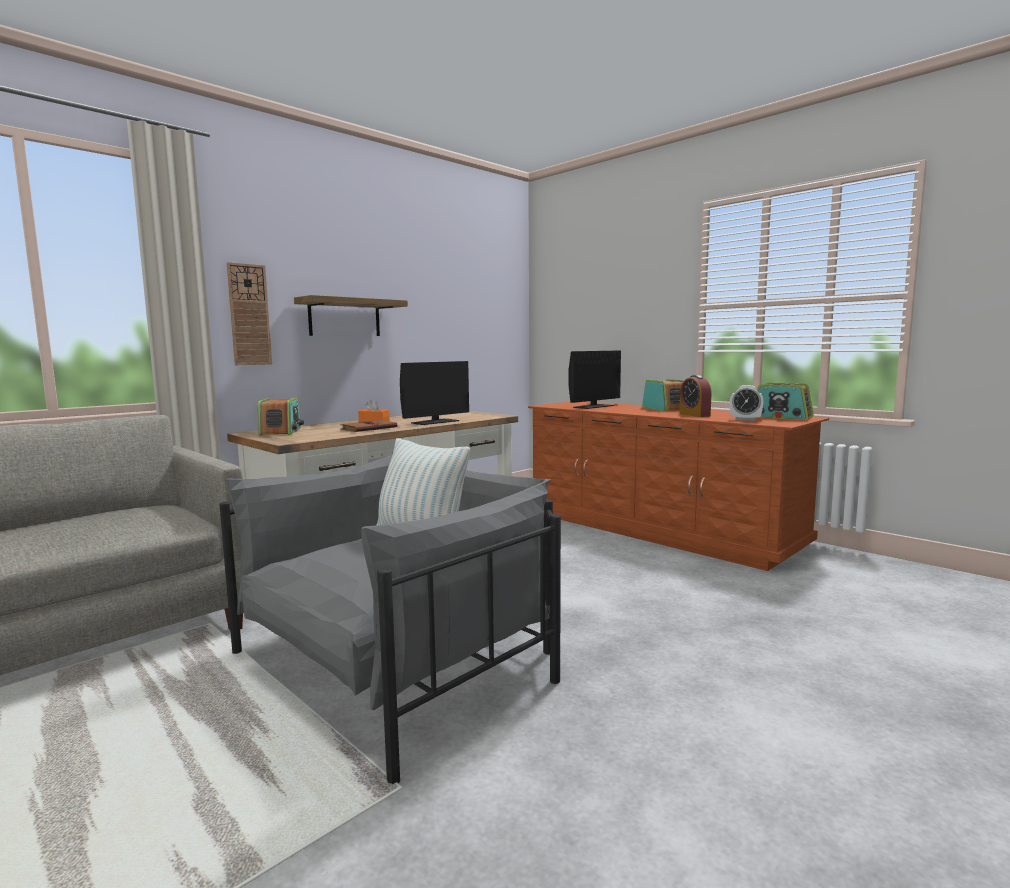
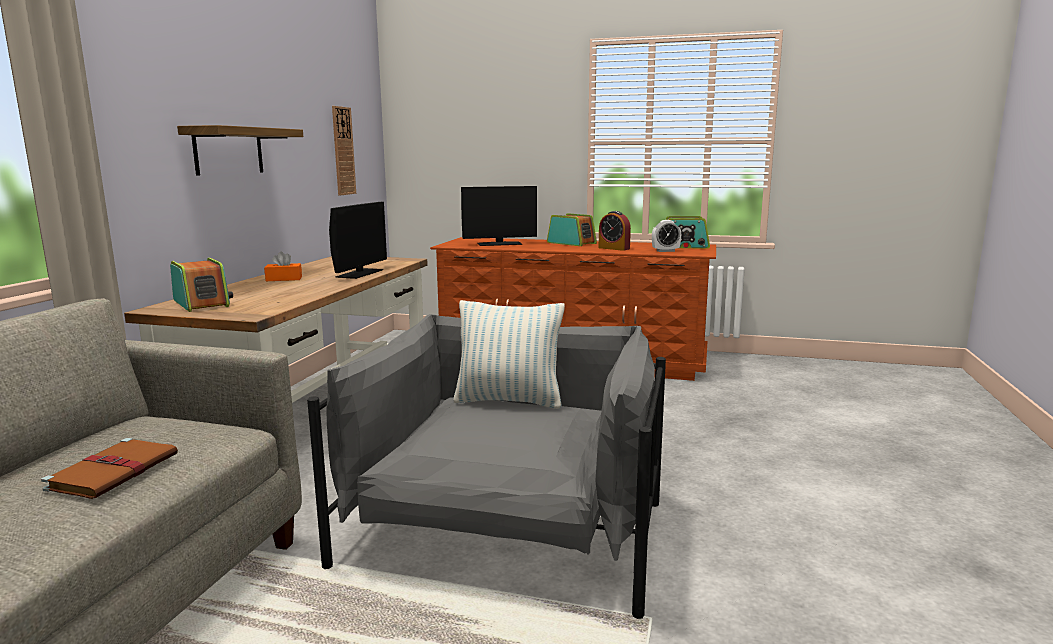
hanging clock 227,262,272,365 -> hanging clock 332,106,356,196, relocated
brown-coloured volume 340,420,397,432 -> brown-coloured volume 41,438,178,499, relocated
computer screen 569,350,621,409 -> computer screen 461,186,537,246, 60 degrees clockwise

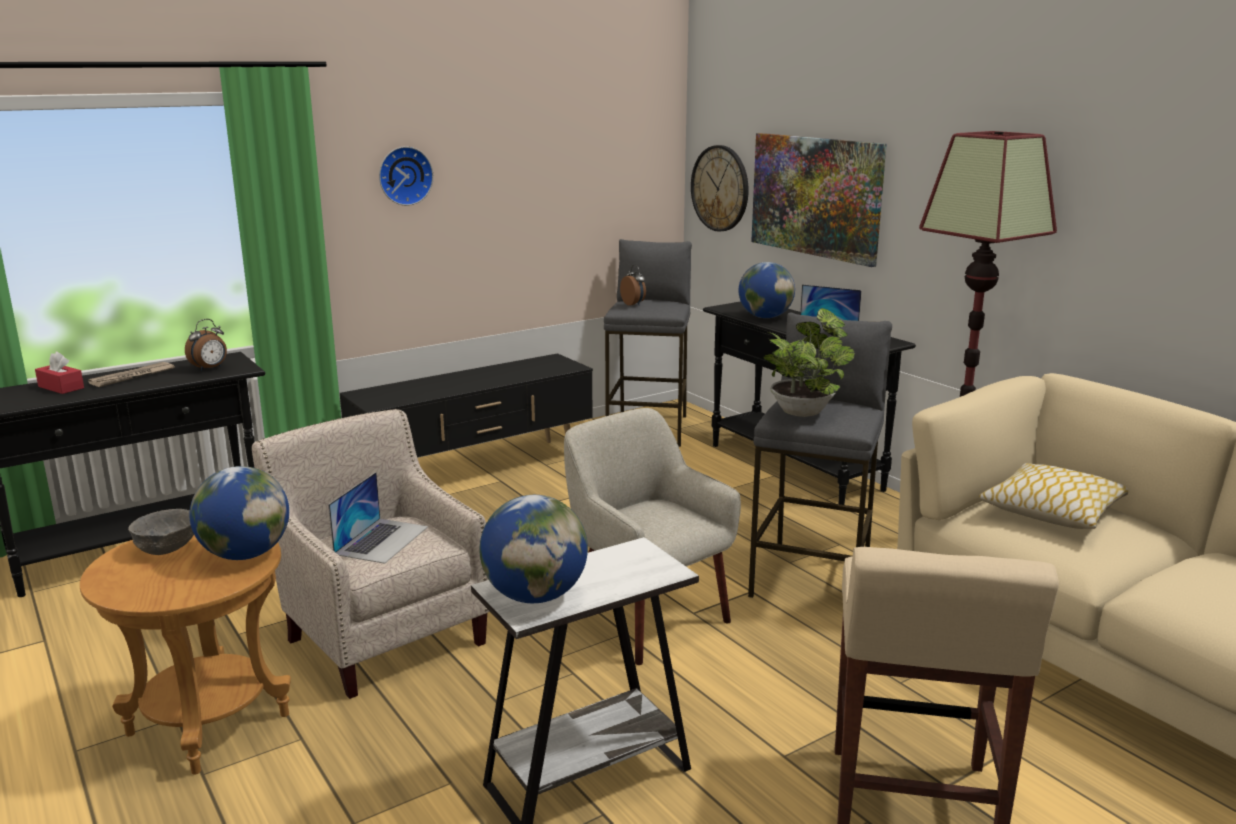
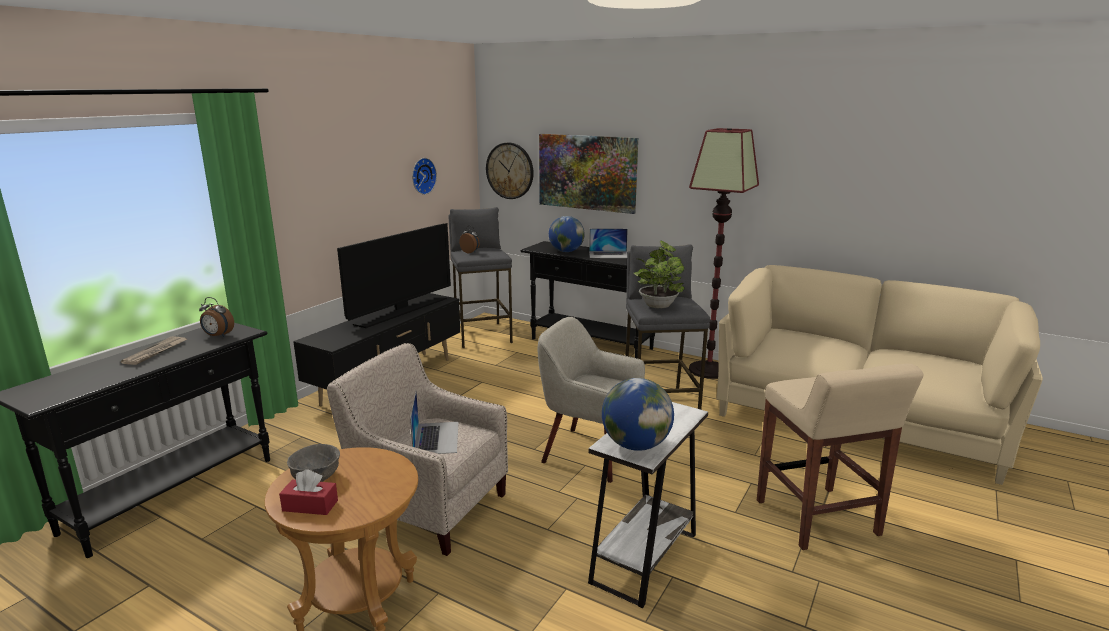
world globe 190,466,289,560 -> none
throw pillow 979,463,1128,529 -> none
none -> TV set 337,223,451,328
red box of tissues 35,352,84,394 -> red box of tissues 279,469,338,515, relocated
hanging clock 379,146,434,206 -> hanging clock 412,158,437,195, relocated
table clock 185,319,227,371 -> table clock 199,297,234,337, 90 degrees clockwise

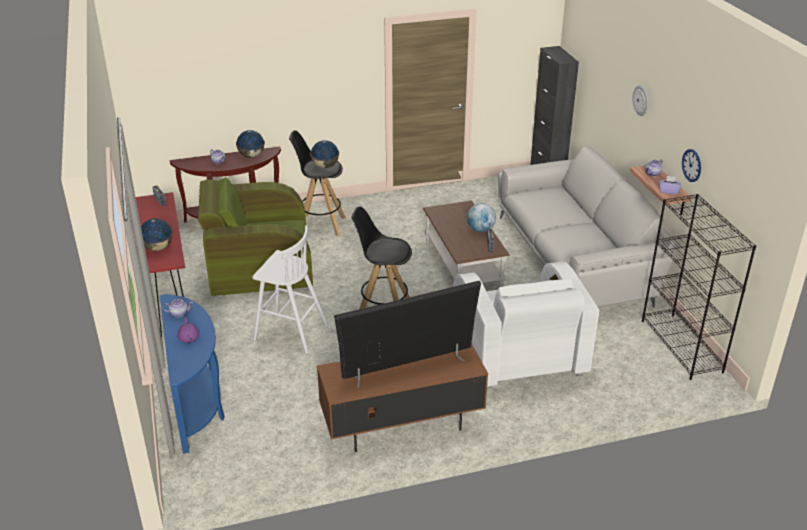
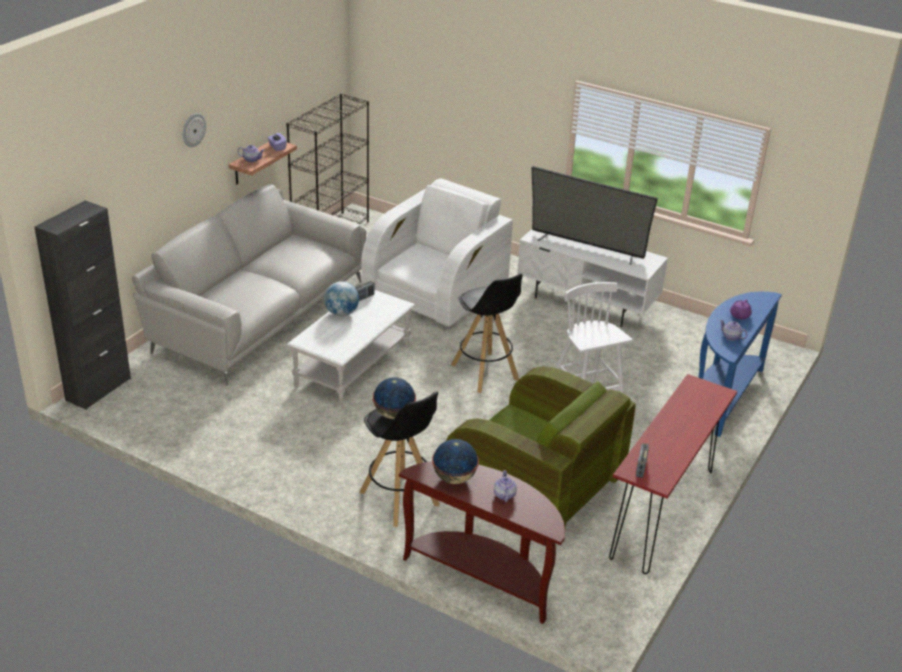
world globe 141,218,173,251 -> none
hanging clock 682,149,701,182 -> none
brown-coloured media console 317,343,488,452 -> white-coloured media console 517,229,668,327
brown-coloured lounge table 423,201,510,287 -> white-coloured lounge table 287,290,415,406

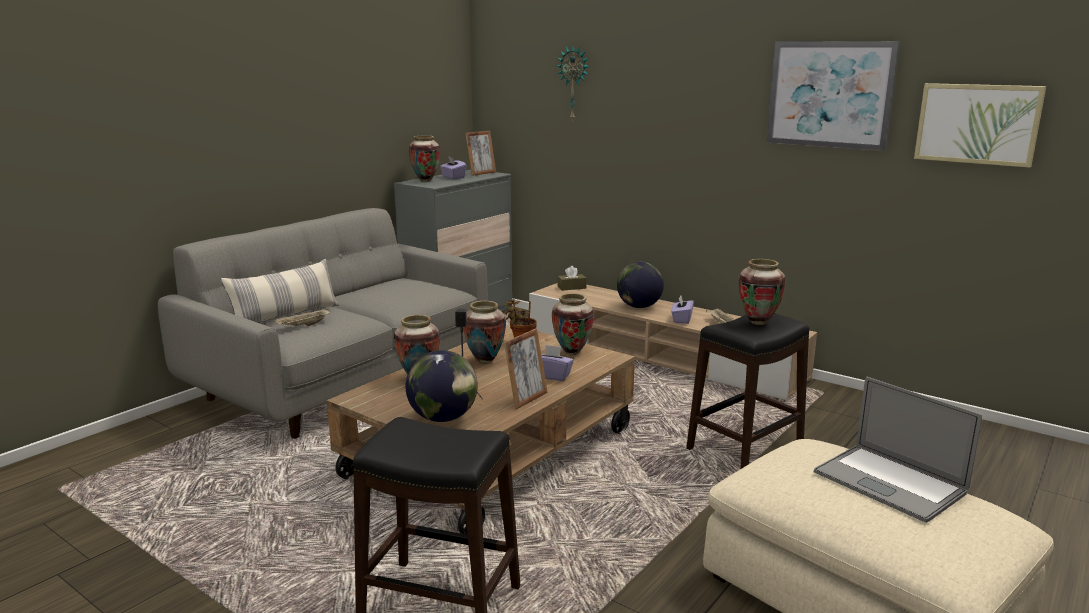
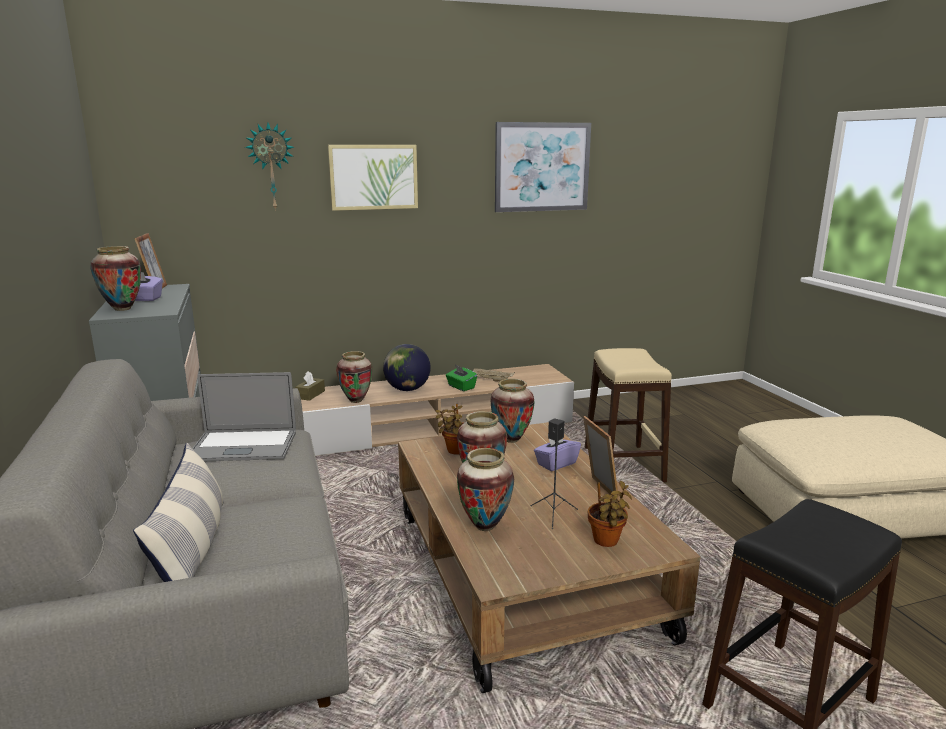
beige-coloured tray 274,308,331,326 -> none
decorative vase 739,259,786,325 -> decorative vase 336,351,372,403, relocated
portable computer 814,377,982,523 -> portable computer 192,372,296,461, relocated
wall art 914,83,1046,168 -> wall art 328,145,418,211, relocated
world globe 405,350,478,422 -> houseplant 588,481,632,547
purple box of tissues 671,296,694,324 -> green box of tissues 446,365,477,391
black sitting stool 686,313,809,469 -> beige-coloured sitting stool 585,348,672,482

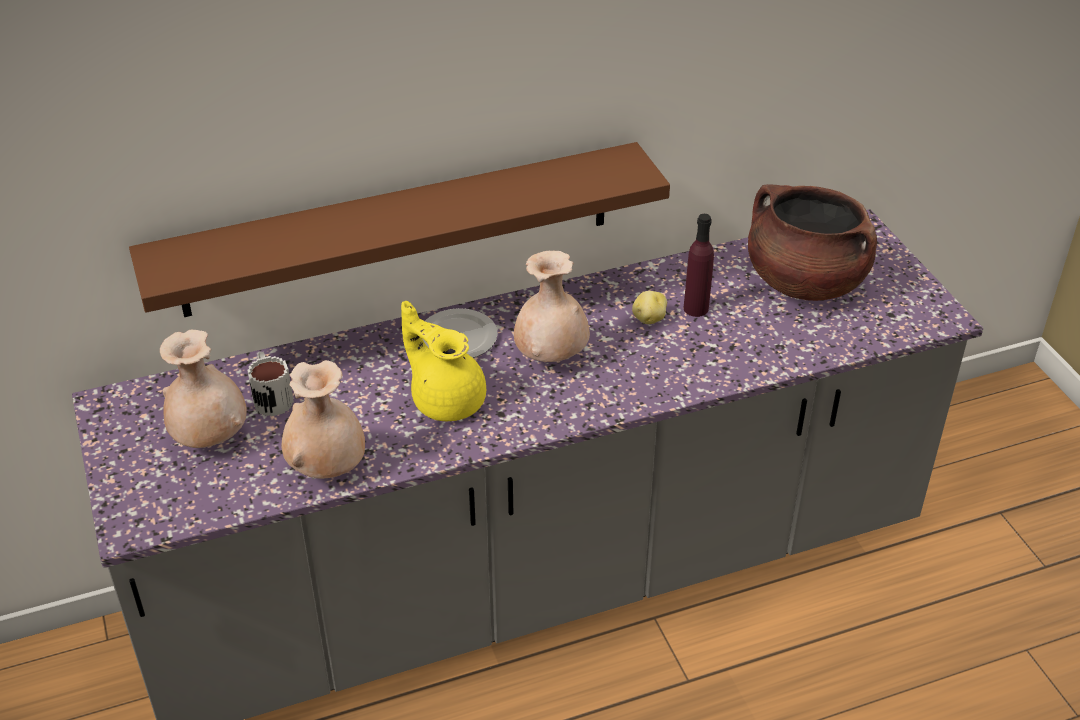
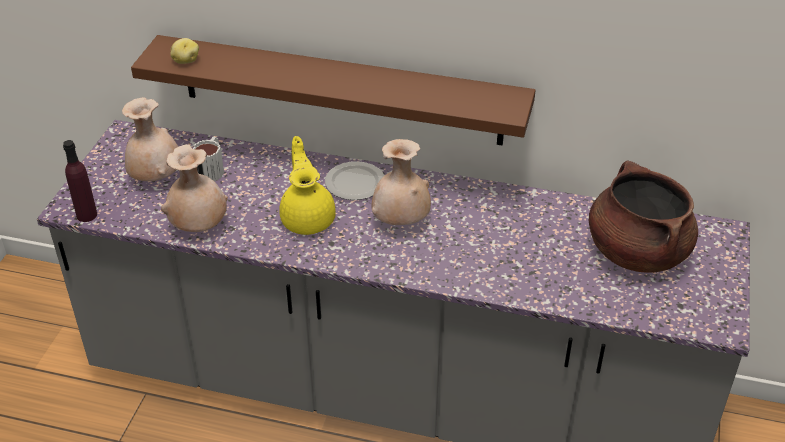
potato 632,291,667,324 -> potato 170,38,199,64, relocated
purple bottle 683,214,714,317 -> purple bottle 63,140,97,222, relocated

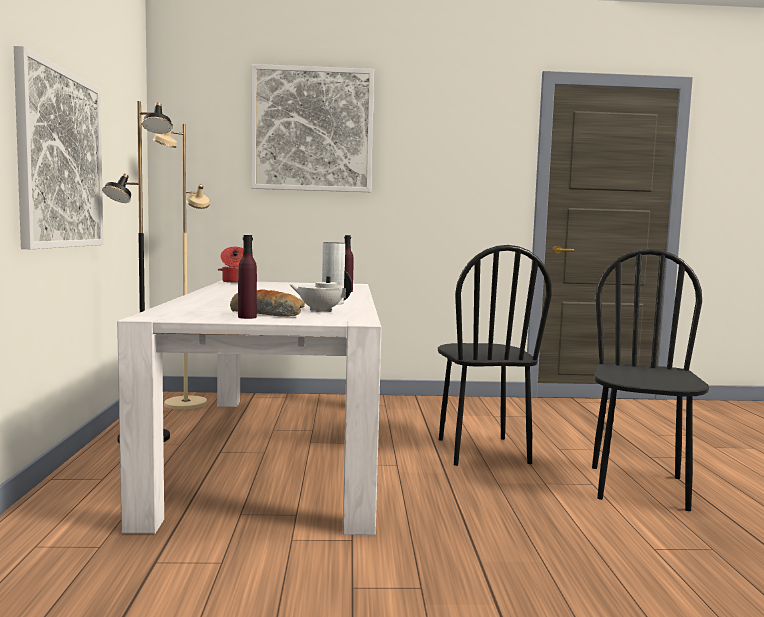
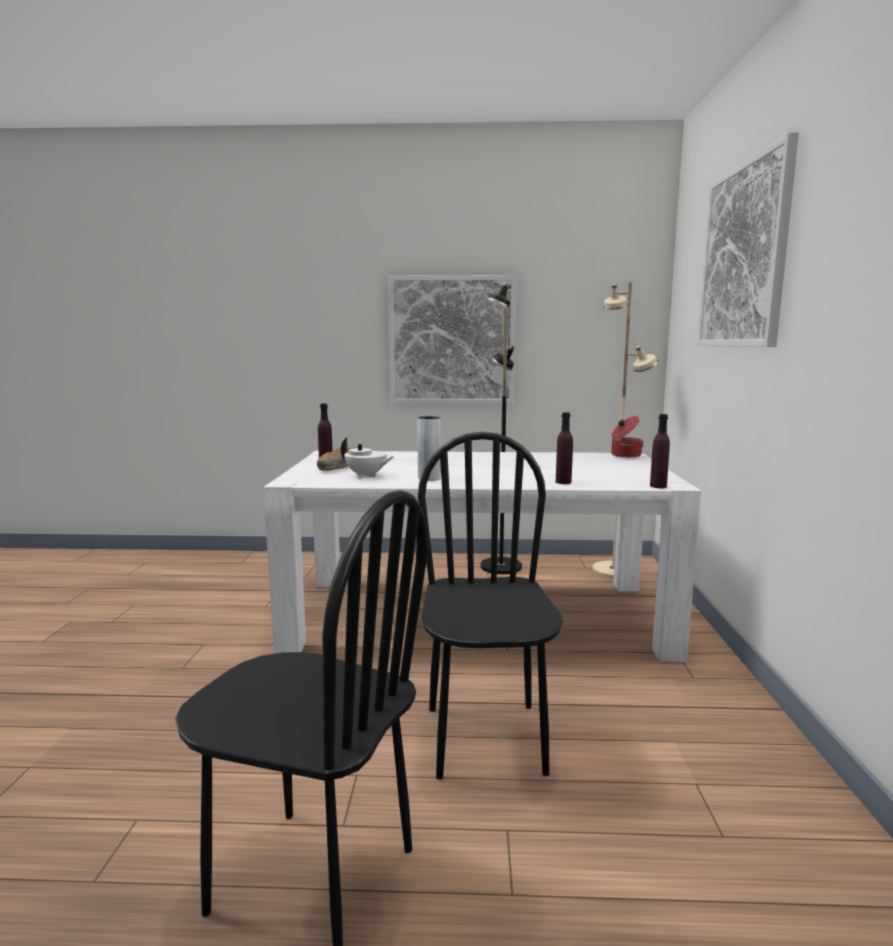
none -> purple bottle 650,414,670,488
white-coloured teapot 290,271,352,312 -> white-coloured teapot 341,438,394,478, 90 degrees clockwise
black upright chair 438,245,552,466 -> black upright chair 418,432,563,780, 90 degrees clockwise

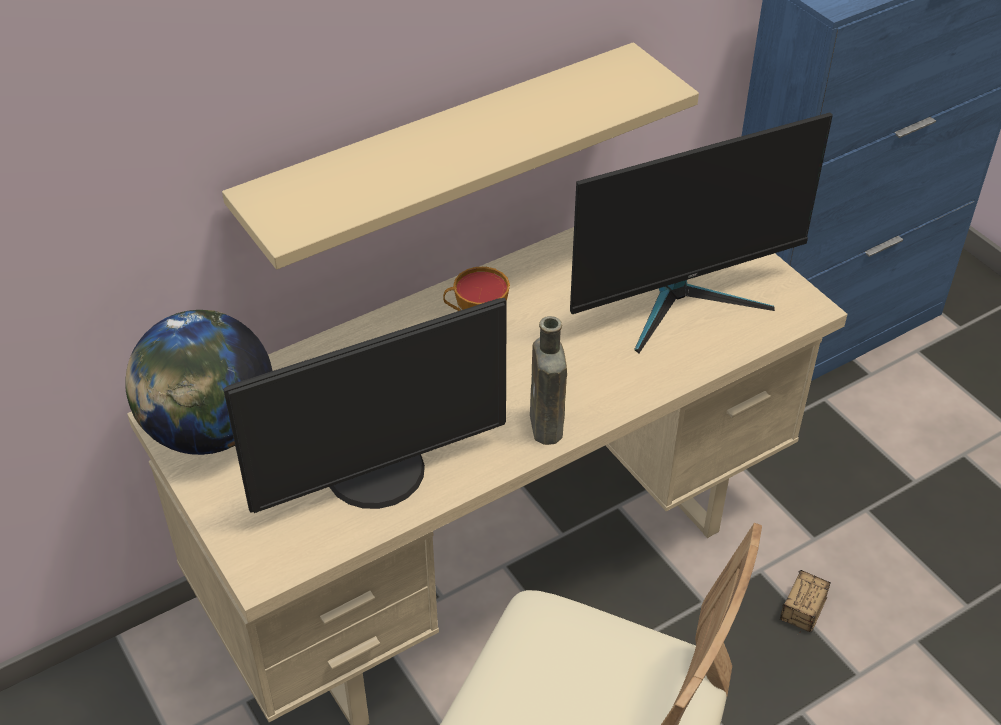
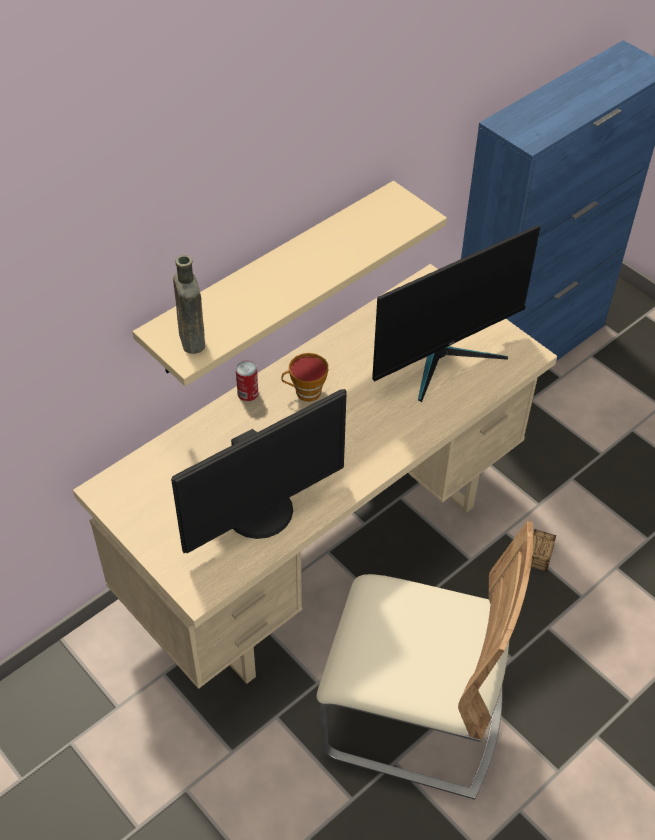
world globe 125,310,272,455 -> none
none -> sealed can 236,360,258,401
brown-coloured bottle 530,316,567,445 -> brown-coloured bottle 173,255,205,354, relocated

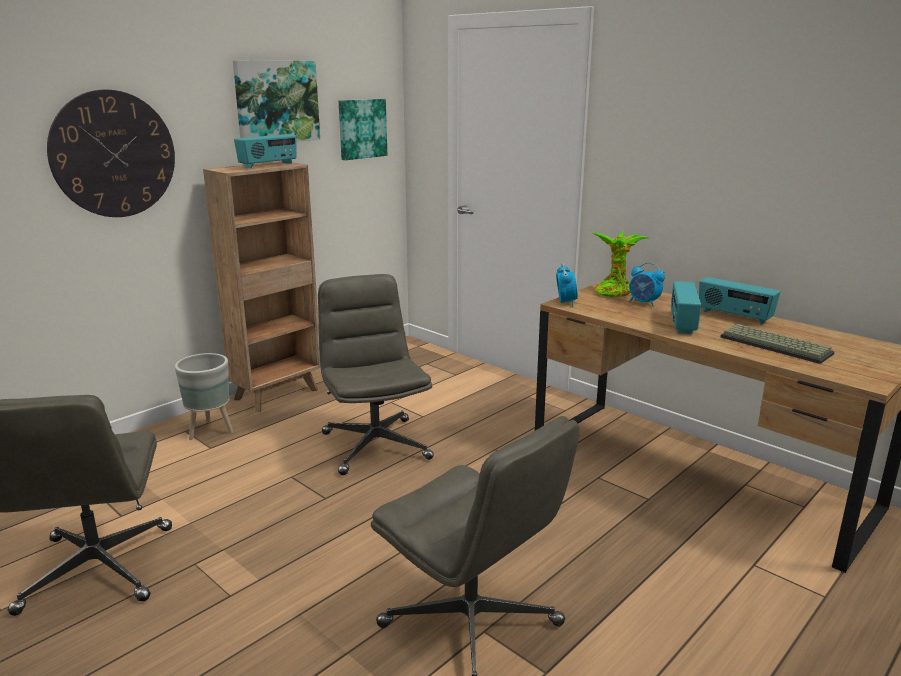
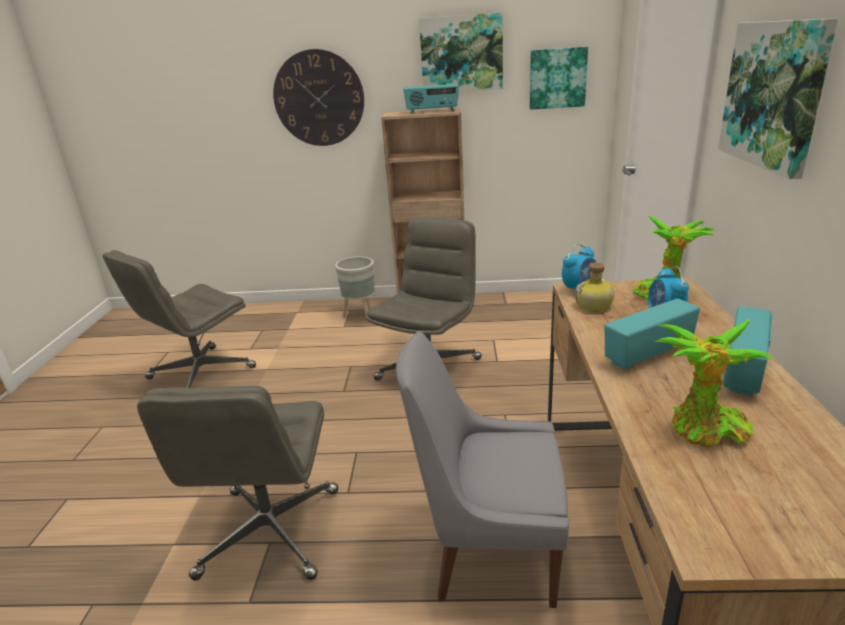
none -> gray upright chair 396,331,569,608
none -> bottle 575,262,615,313
none -> wall art 718,18,838,179
PC keyboard 720,324,835,364 -> houseplant 655,319,774,448
radio set 699,277,781,324 -> radio set 723,306,772,397, 150 degrees counterclockwise

